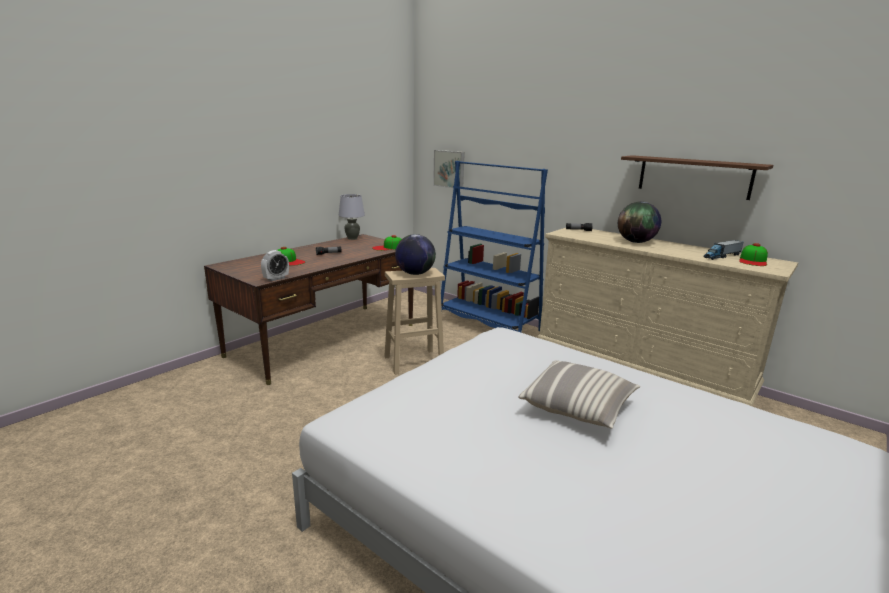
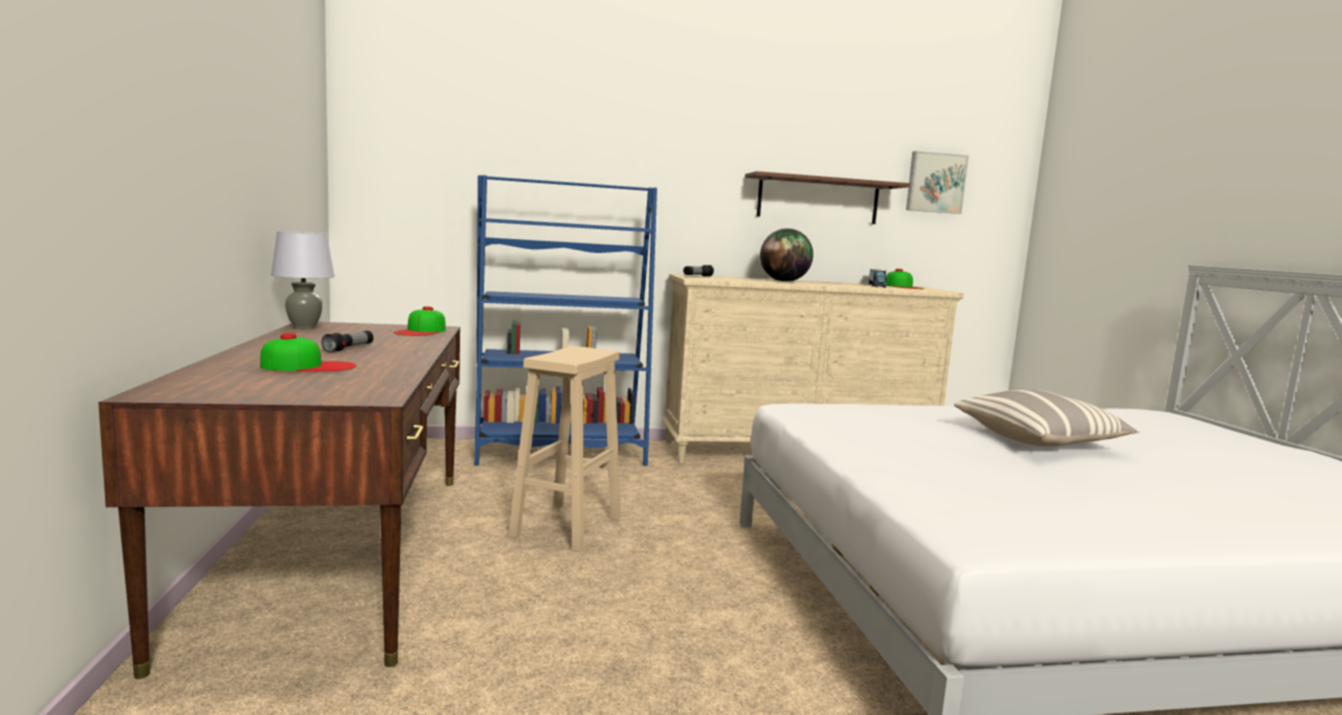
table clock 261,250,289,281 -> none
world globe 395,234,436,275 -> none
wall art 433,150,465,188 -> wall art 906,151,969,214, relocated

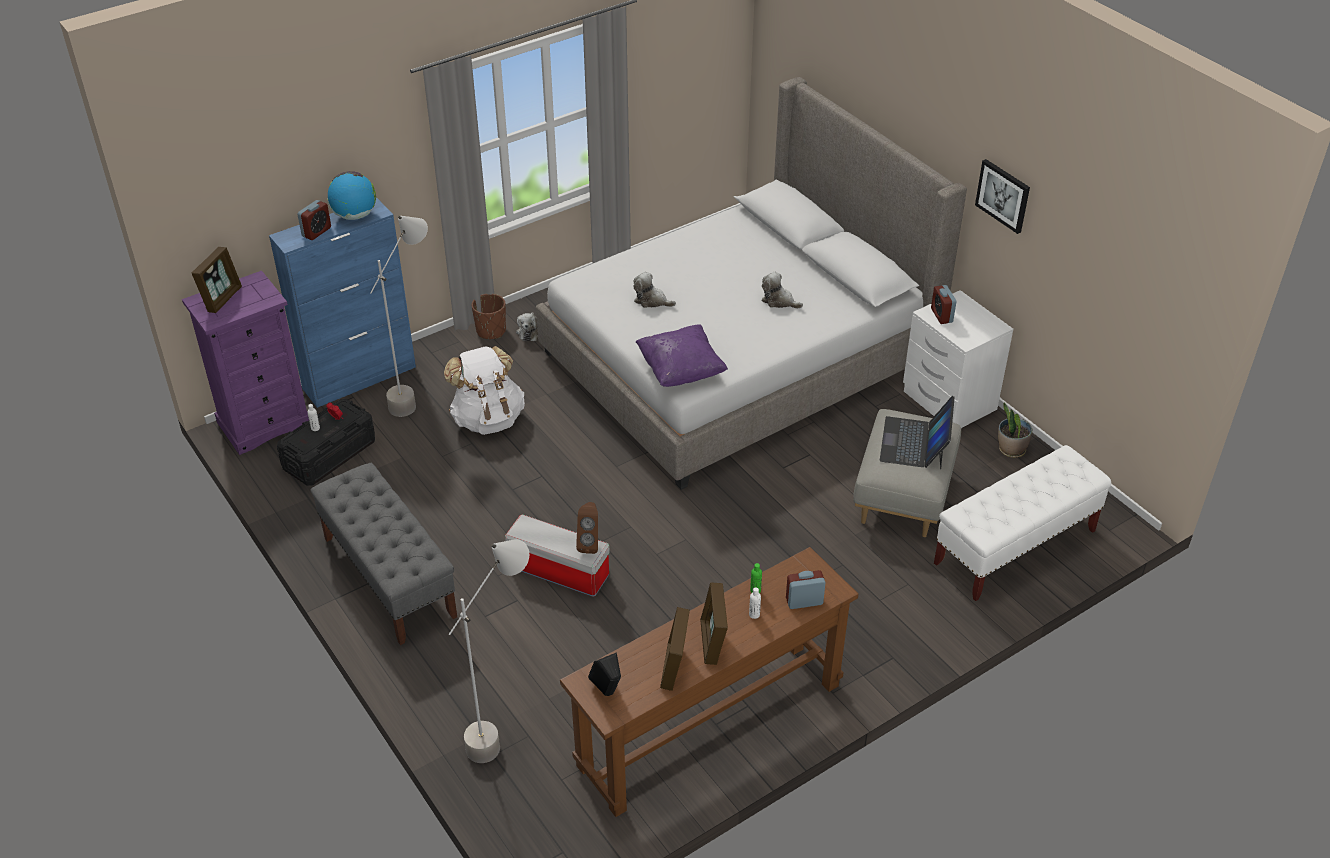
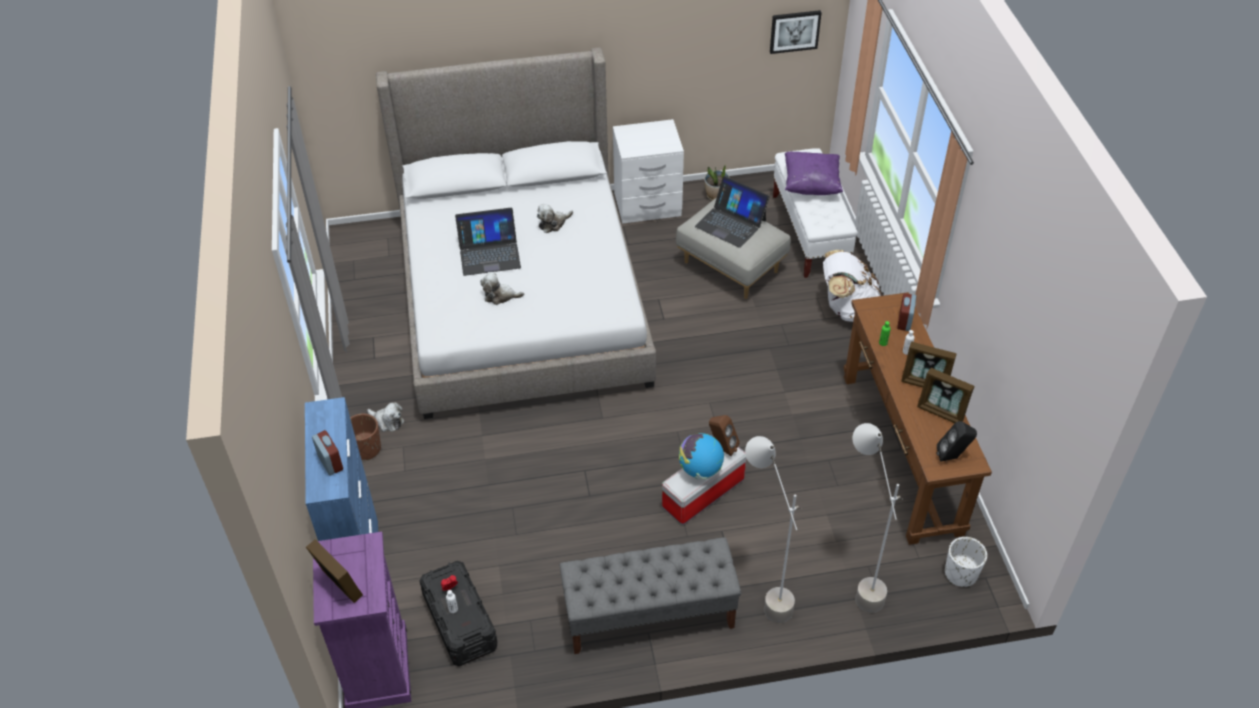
table clock 931,285,956,324 -> none
none -> portable computer 455,208,521,276
none -> white-coloured plant pot 945,537,987,587
world globe 327,171,376,220 -> world globe 679,433,724,480, relocated
gray floor lamp 370,215,428,417 -> gray floor lamp 745,436,801,623, relocated
white-coloured rucksack 444,346,525,435 -> white-coloured rucksack 823,250,881,322, relocated
purple throw pillow 636,324,728,387 -> purple throw pillow 785,152,843,195, relocated
wall art 975,159,1030,234 -> wall art 770,10,822,54, relocated
cuddly toy 633,272,676,308 -> cuddly toy 480,272,524,305, 45 degrees clockwise

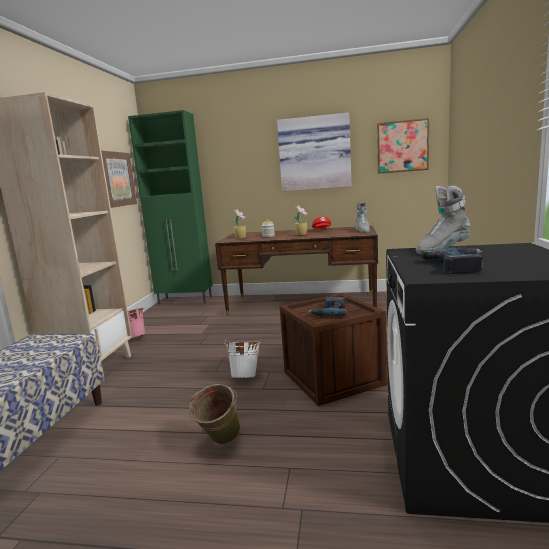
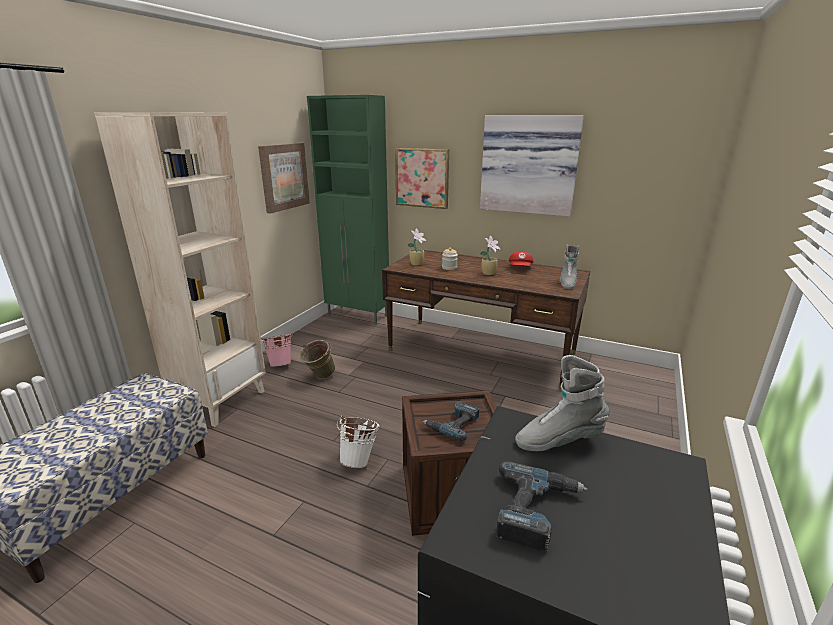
green pail 189,384,240,445 -> green pail 300,340,336,379, relocated
wall art 377,118,429,174 -> wall art 395,147,449,209, relocated

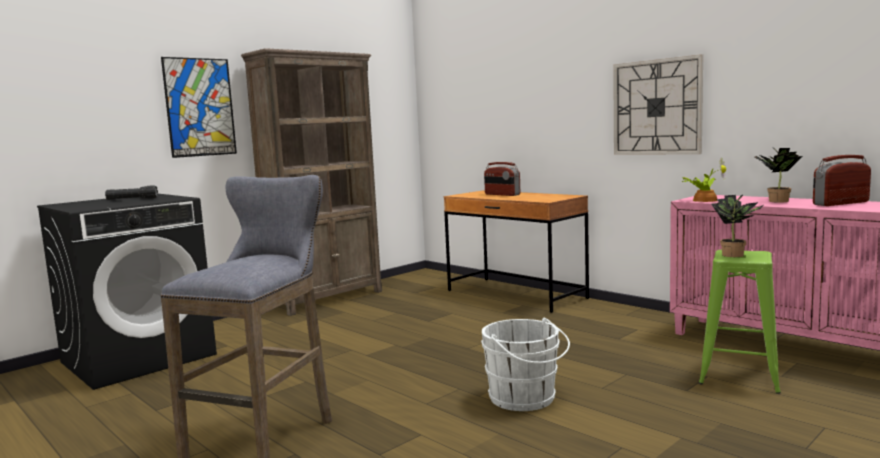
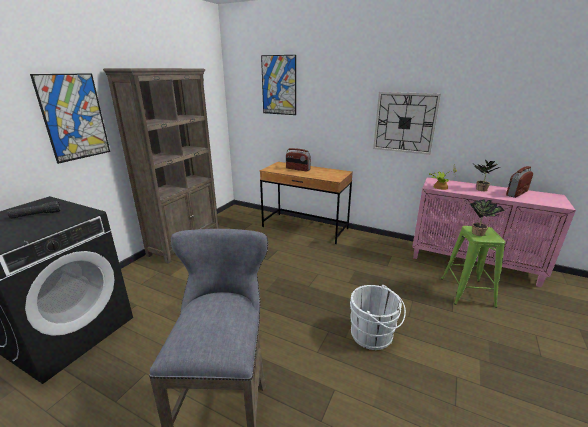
none -> wall art 261,55,296,115

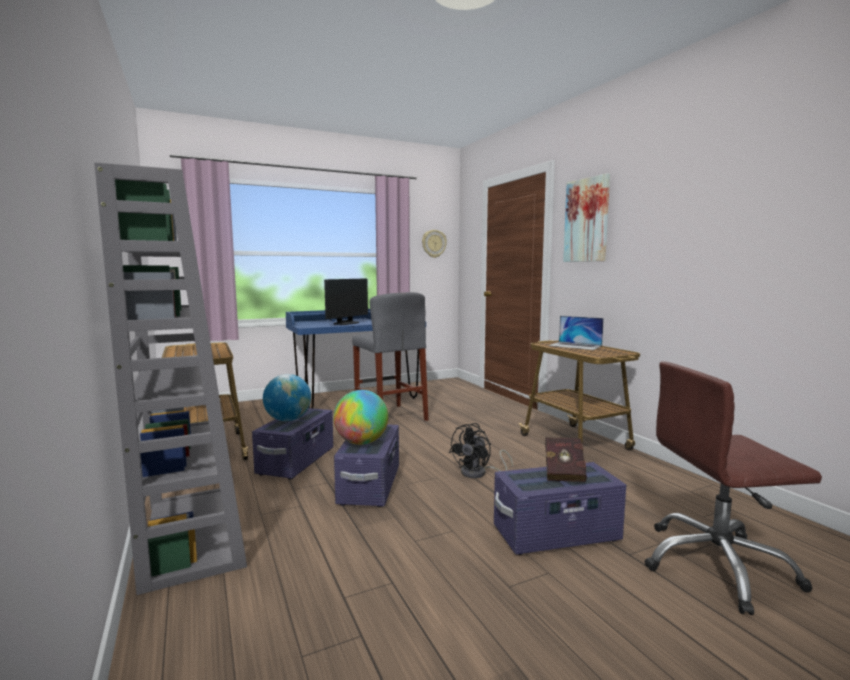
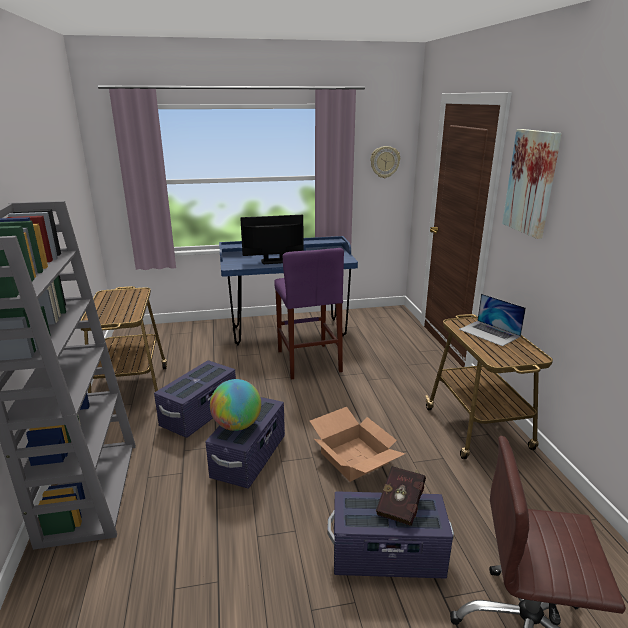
world globe 263,374,311,421 -> none
black cooling fan 449,423,513,478 -> cardboard box 310,407,405,482
gray sitting stool 352,292,428,421 -> purple sitting stool 274,248,344,380
computer screen 324,278,368,325 -> computer screen 240,215,304,264, 150 degrees counterclockwise

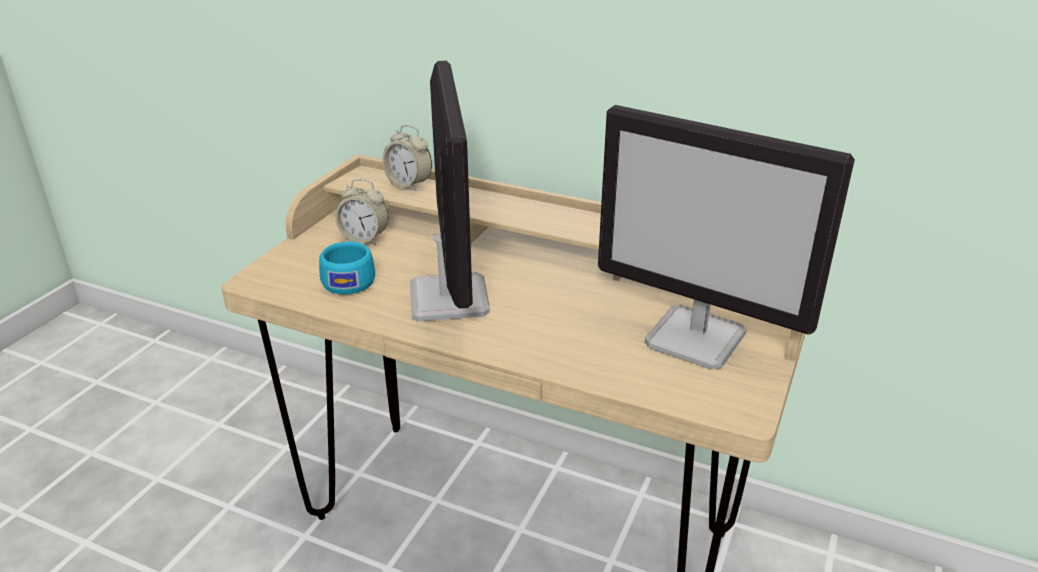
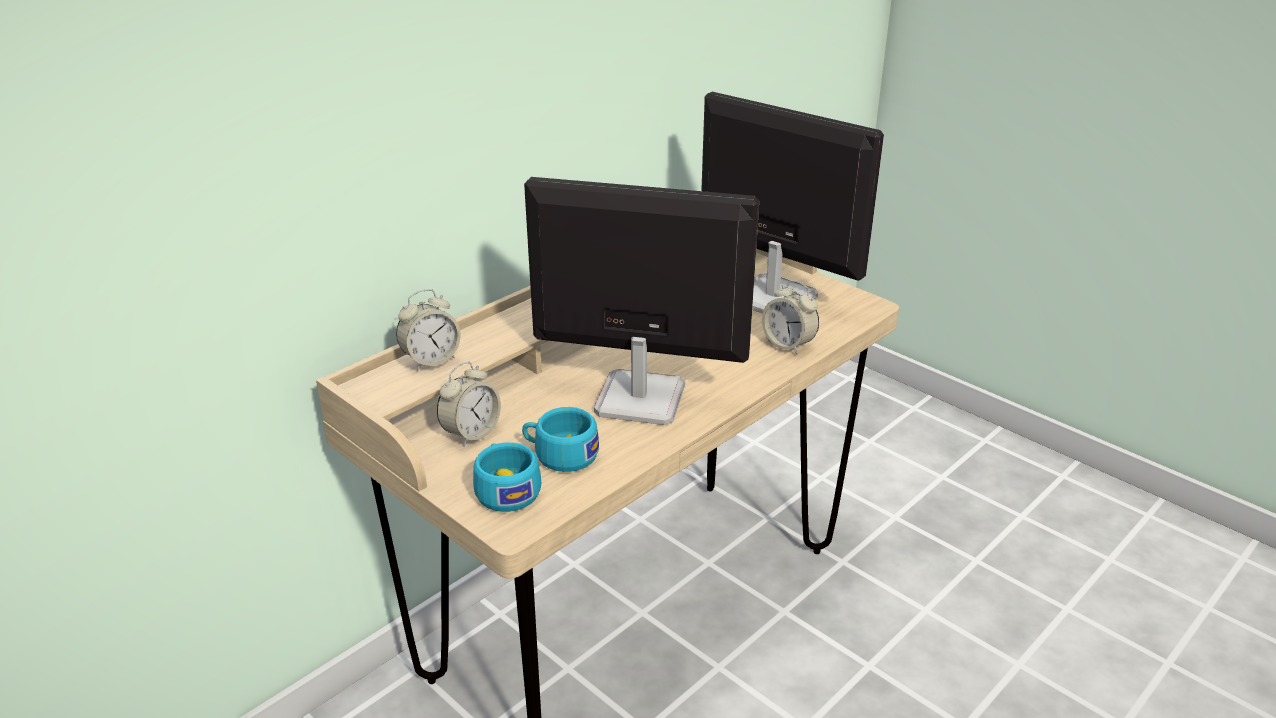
none -> turquoise-coloured small cup 473,442,541,512
none -> table clock 762,280,819,354
computer screen 598,105,855,370 -> computer screen 701,92,884,314, 105 degrees counterclockwise

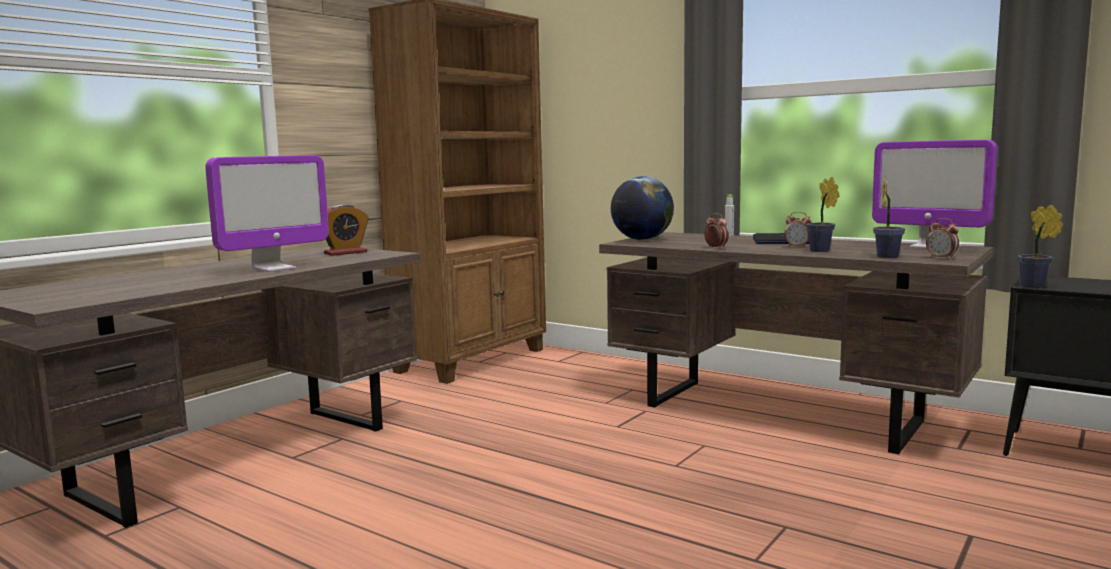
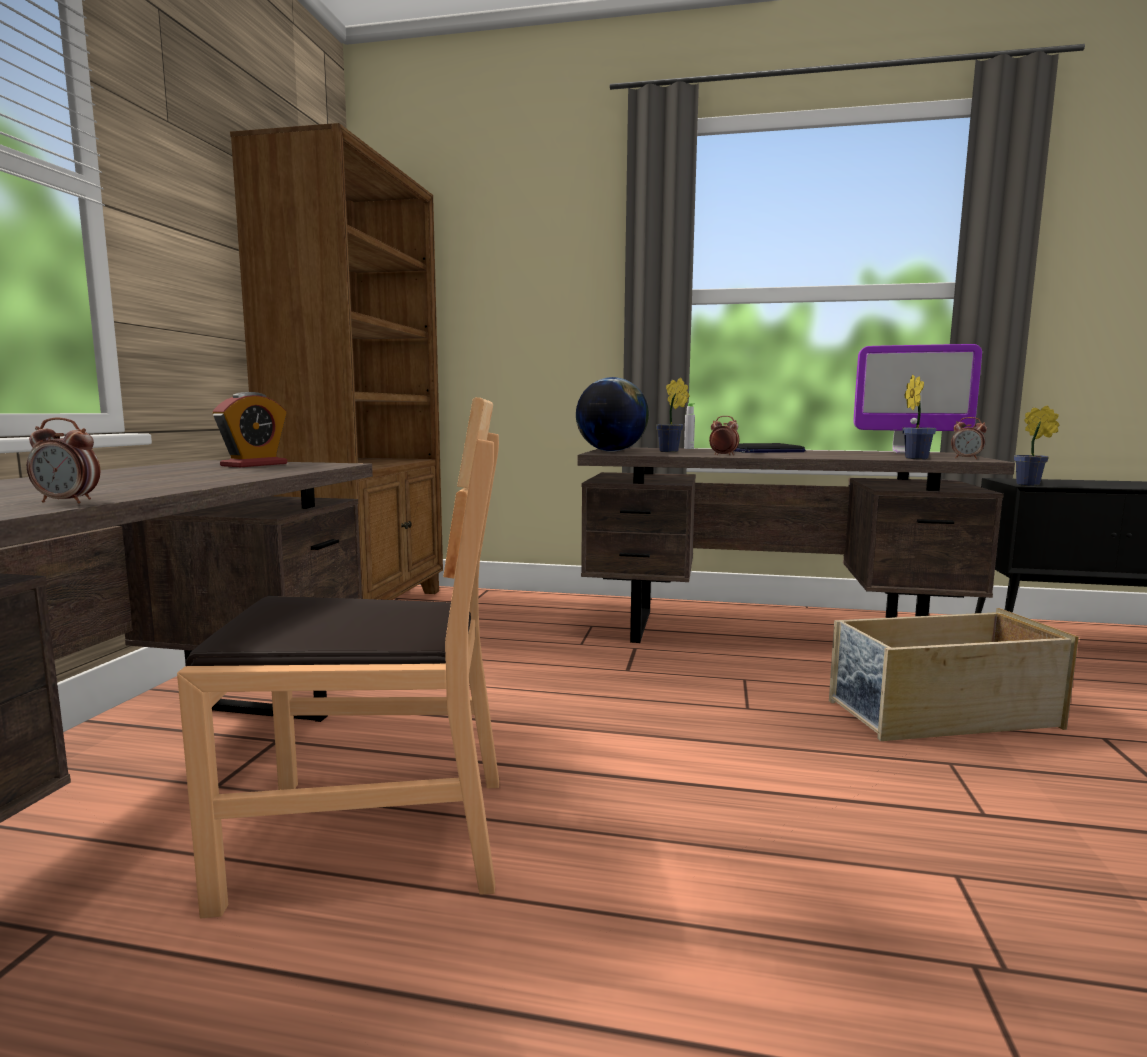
computer screen 205,155,329,272 -> none
none -> brown-coloured upright chair 177,397,499,918
none -> beige-coloured storage bin 829,608,1079,741
table clock 784,212,812,248 -> table clock 27,418,100,504, relocated
houseplant 806,177,840,252 -> houseplant 656,378,689,452, relocated

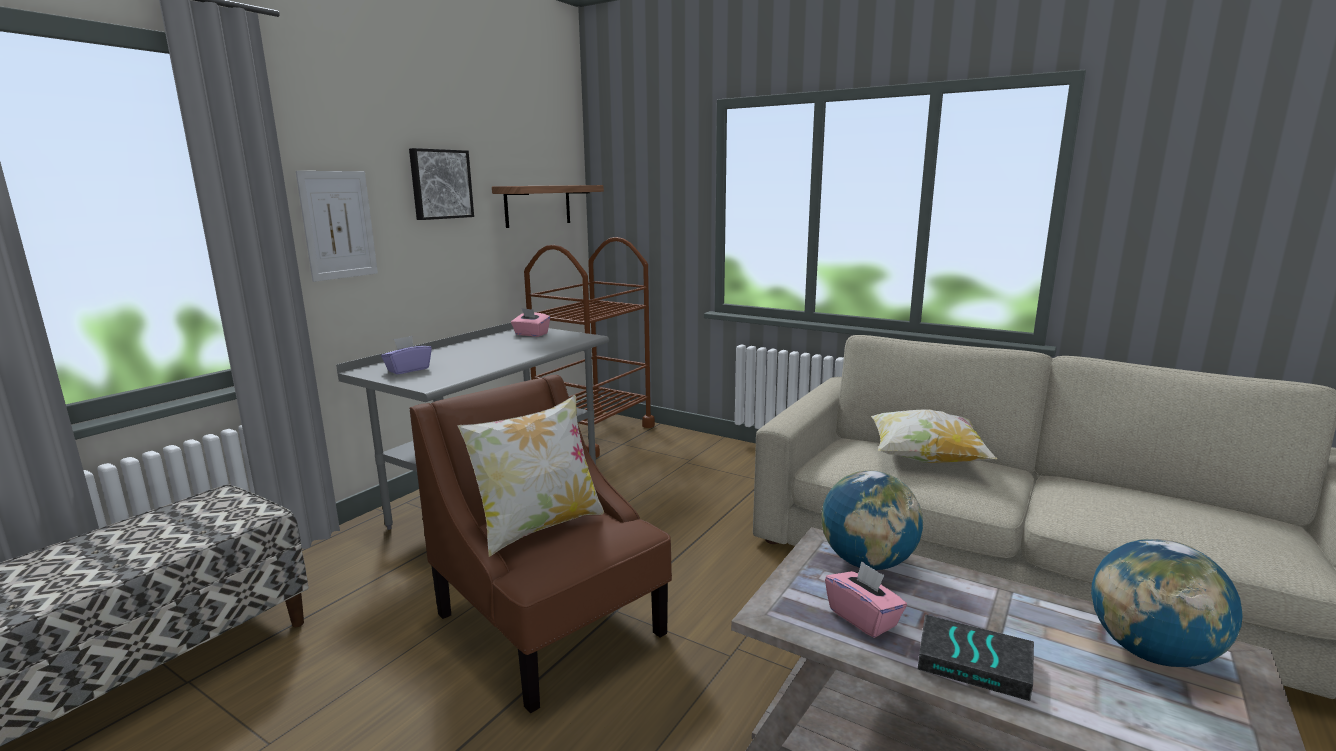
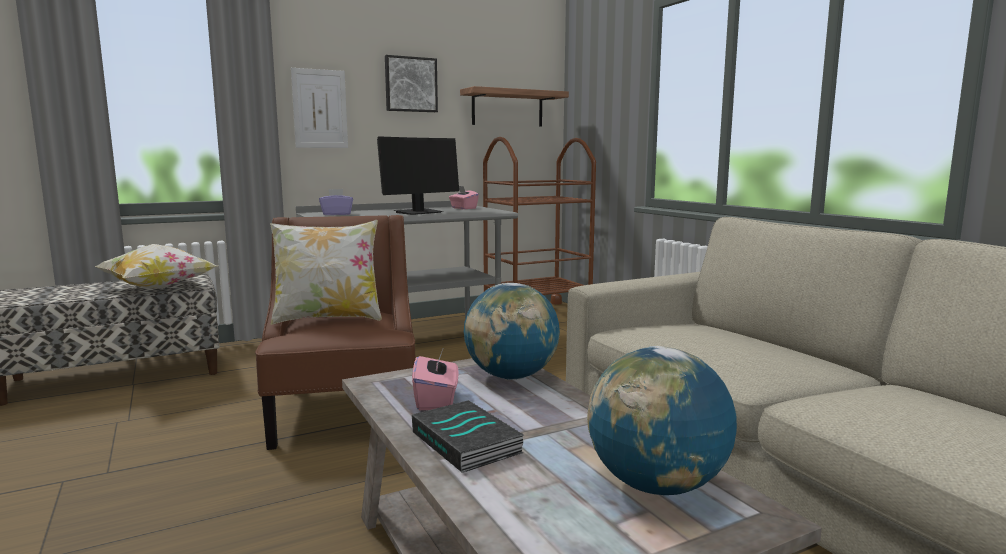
none -> computer screen 377,136,459,215
throw pillow 871,409,997,463 -> throw pillow 96,244,217,289, relocated

